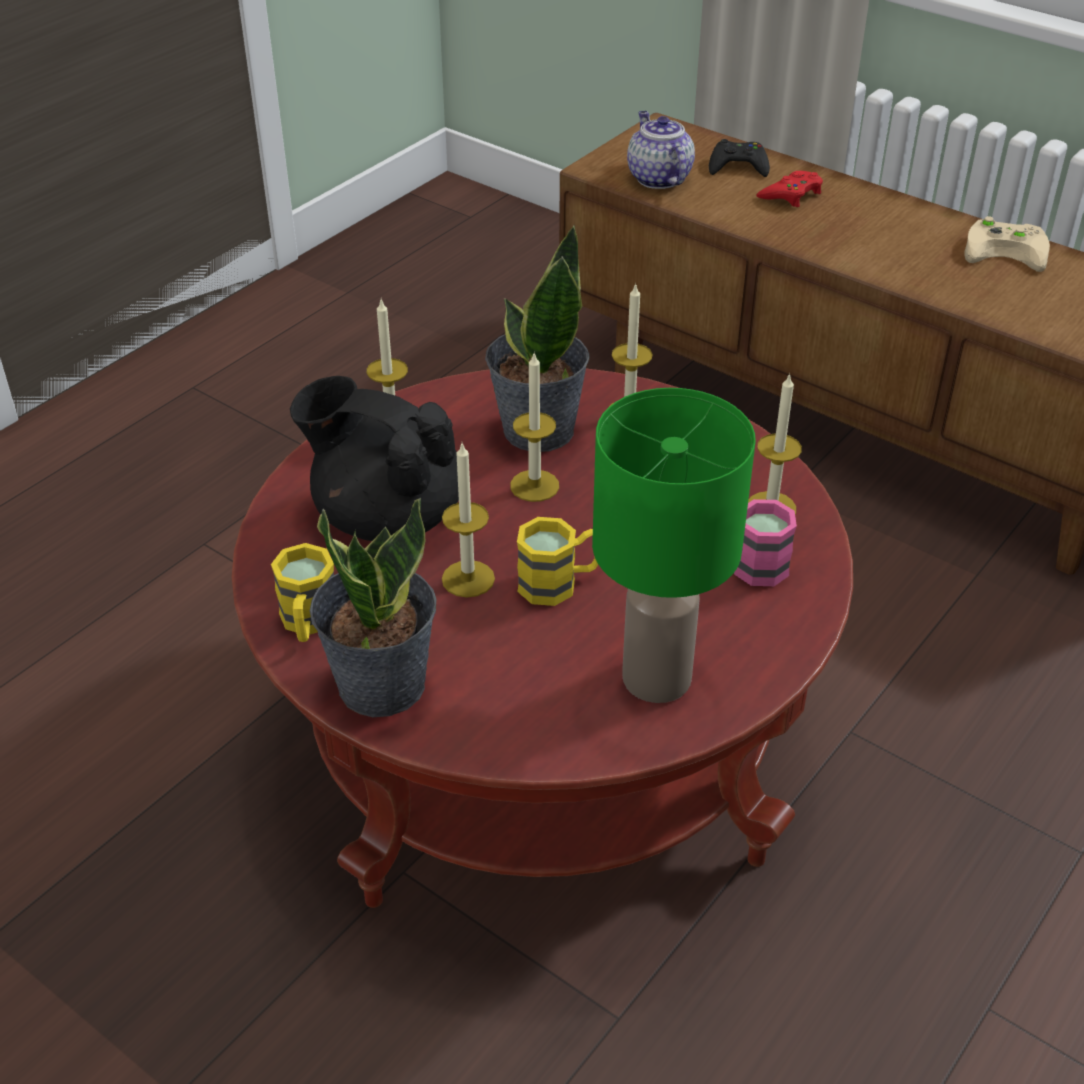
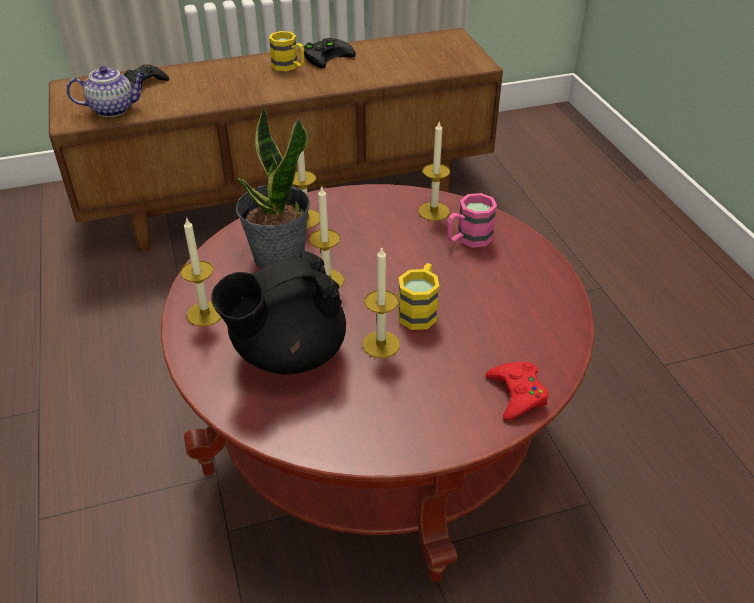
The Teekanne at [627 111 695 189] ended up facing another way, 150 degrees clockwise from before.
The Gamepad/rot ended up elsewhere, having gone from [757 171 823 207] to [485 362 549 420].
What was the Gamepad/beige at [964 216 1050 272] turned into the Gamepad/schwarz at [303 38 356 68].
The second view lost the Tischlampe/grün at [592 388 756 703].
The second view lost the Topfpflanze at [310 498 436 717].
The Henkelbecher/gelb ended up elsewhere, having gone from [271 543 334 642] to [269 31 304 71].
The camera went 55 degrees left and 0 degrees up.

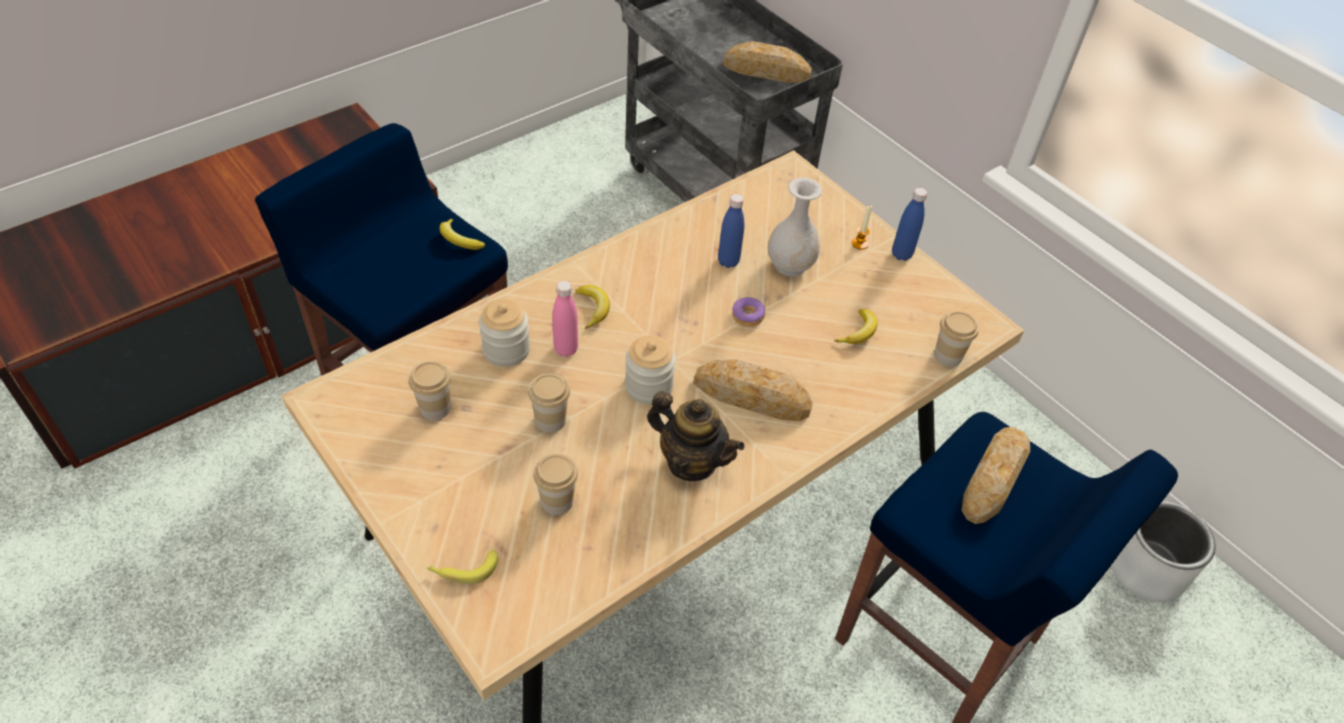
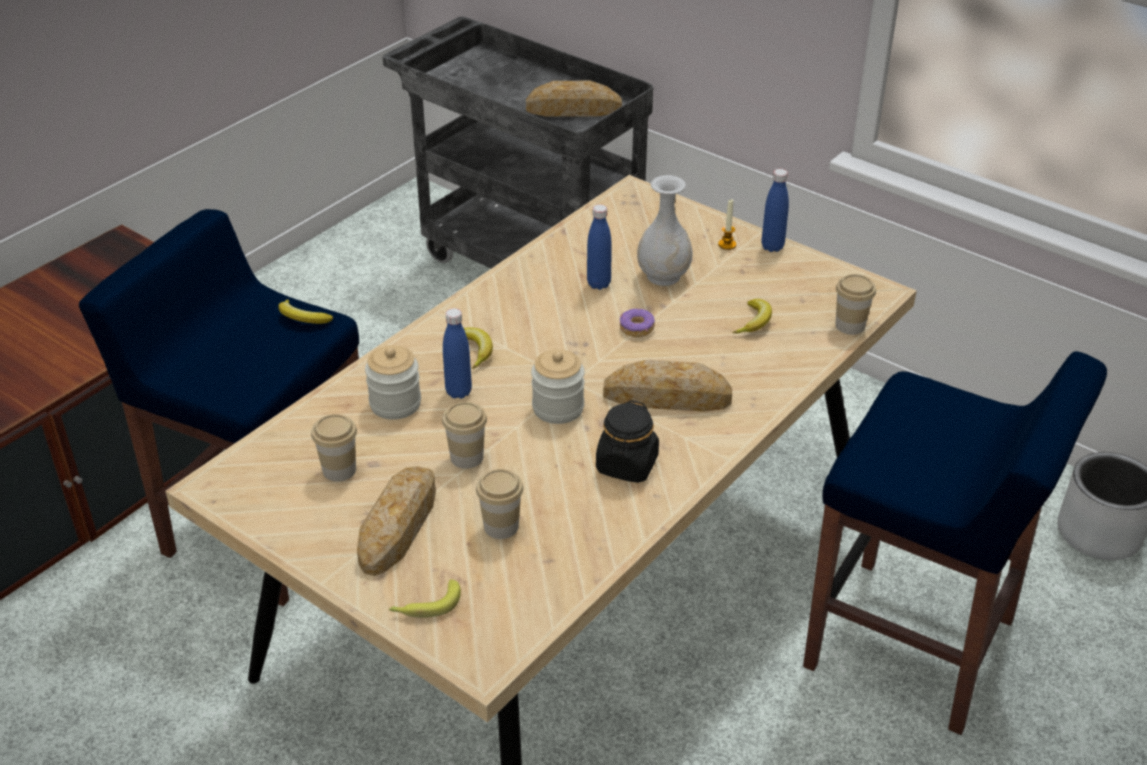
What was the Flasche/rosa at [552 281 578 357] turned into the Flasche/blau at [443 308 472 399].
Where the Teekanne stood at [647 391 744 481], the Vorratsglas/schwarz came to stand at [596 400 659 483].
The Brot ended up elsewhere, having gone from [962 427 1030 524] to [357 466 436 576].
The camera went 10 degrees left and 10 degrees down.

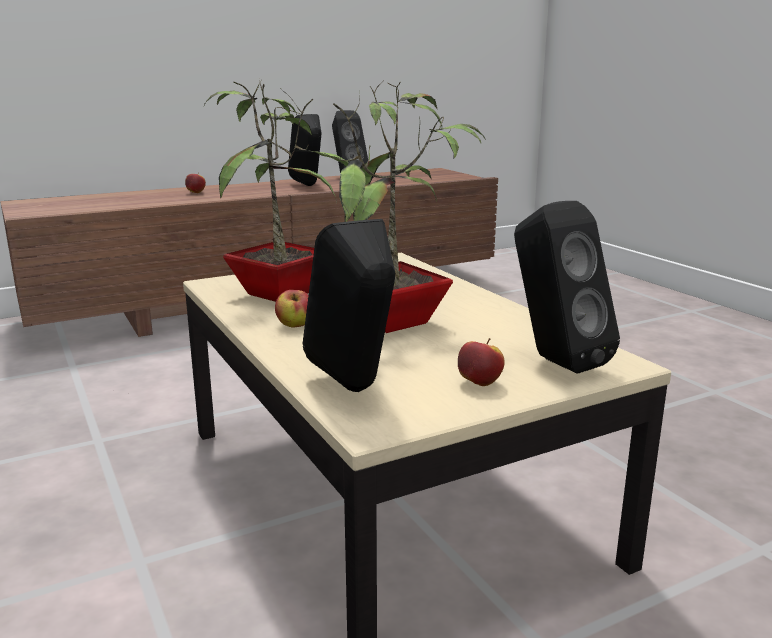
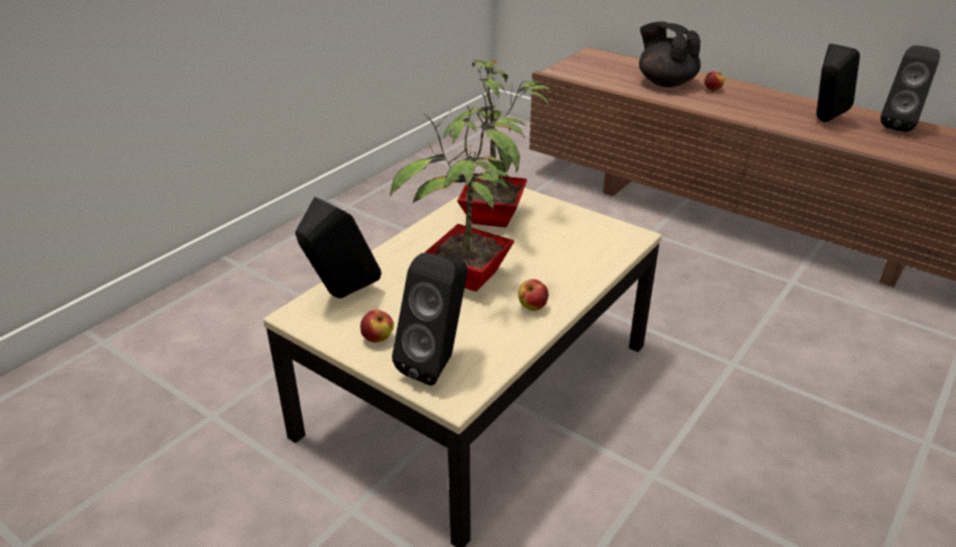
The Apfel ended up elsewhere, having gone from [275 290 308 328] to [518 279 548 311].
The second view gained the Teekanne/schwarz at [639 21 701 87].
The camera went 65 degrees right and 15 degrees up.

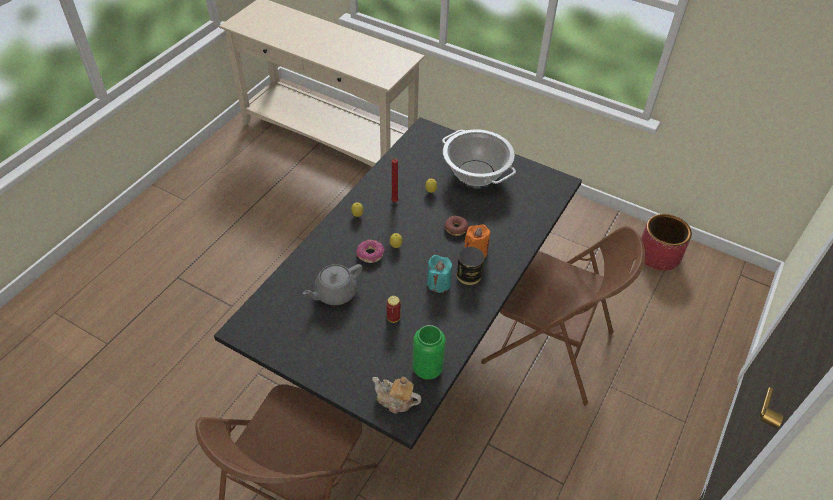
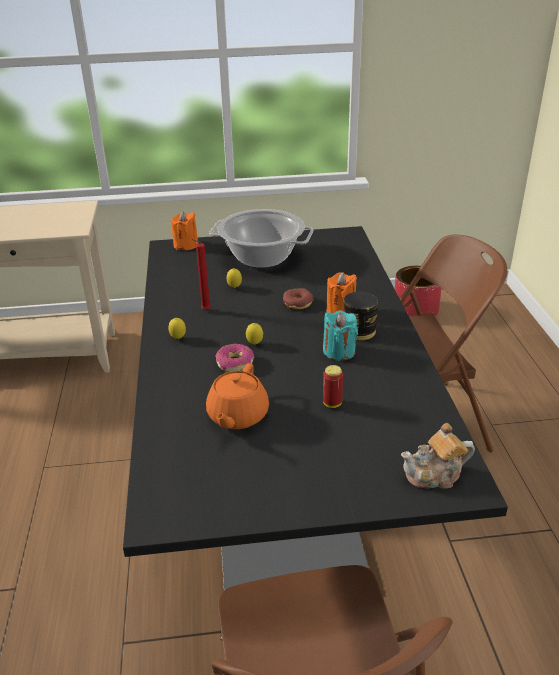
What was the Teekanne/grau at [303 264 362 305] turned into the Teekanne/orange at [206 363 269 429].
The second view lost the Vase/grün at [413 325 446 380].
The second view gained the Kerze/orange at [171 211 198 250].
The camera went 35 degrees left and 15 degrees down.

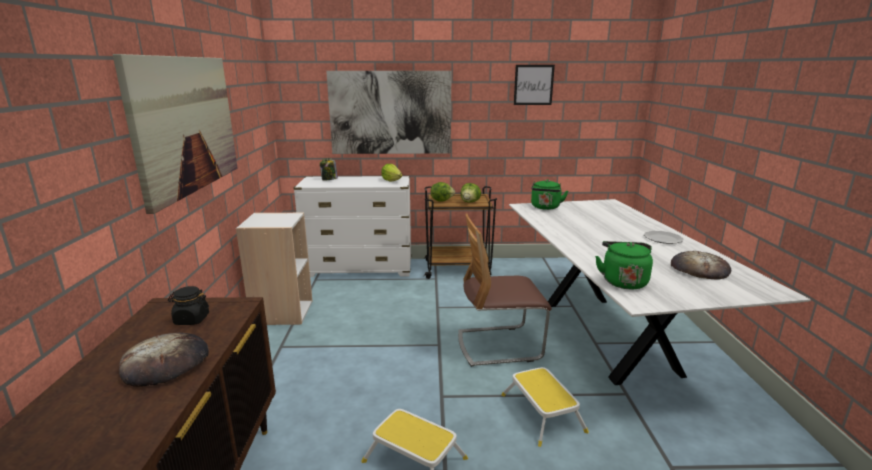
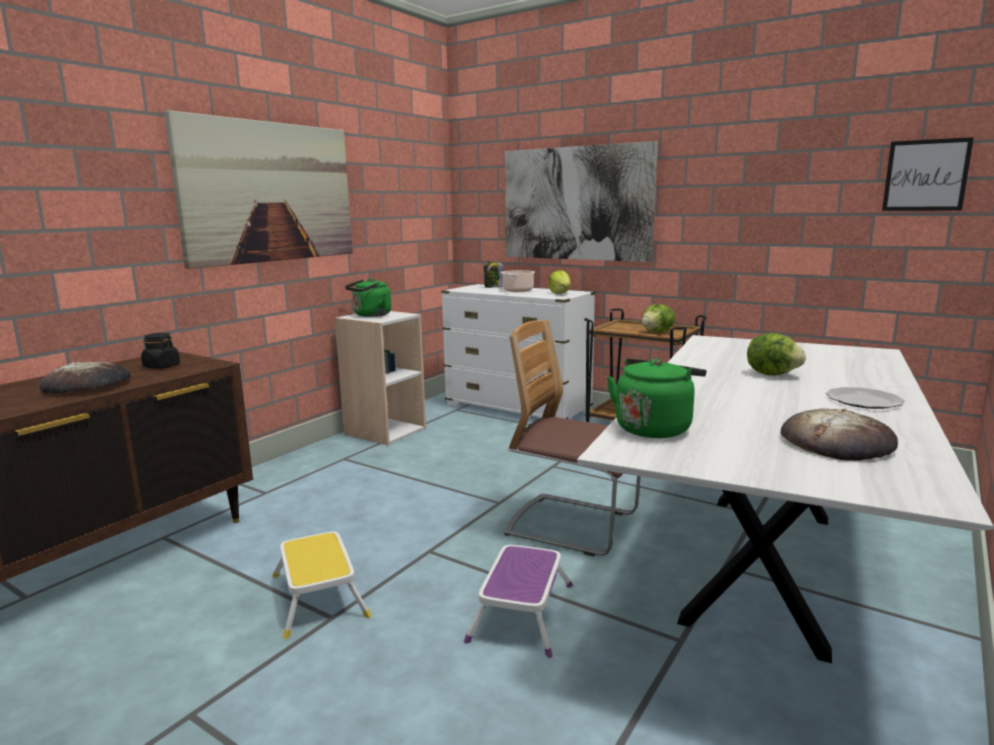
The Bild ended up elsewhere, having gone from [514 65 555 105] to [882 137 974 211].
The Wasserkessel/grün ended up elsewhere, having gone from [531 180 568 210] to [345 278 391 317].
The Salatkopf ended up elsewhere, having gone from [431 182 455 201] to [747 333 806 375].
What was the Trittleiter/gelb at [501 367 589 447] turned into the Trittleiter/lila at [464 545 573 658].
The second view gained the Kochtopf at [501 270 535 292].
The camera went 35 degrees right and 5 degrees down.

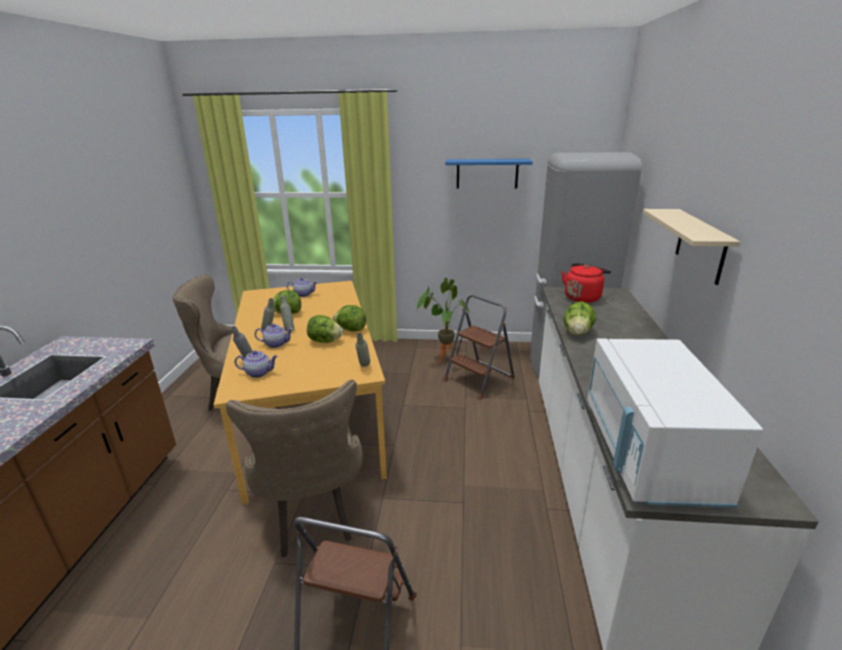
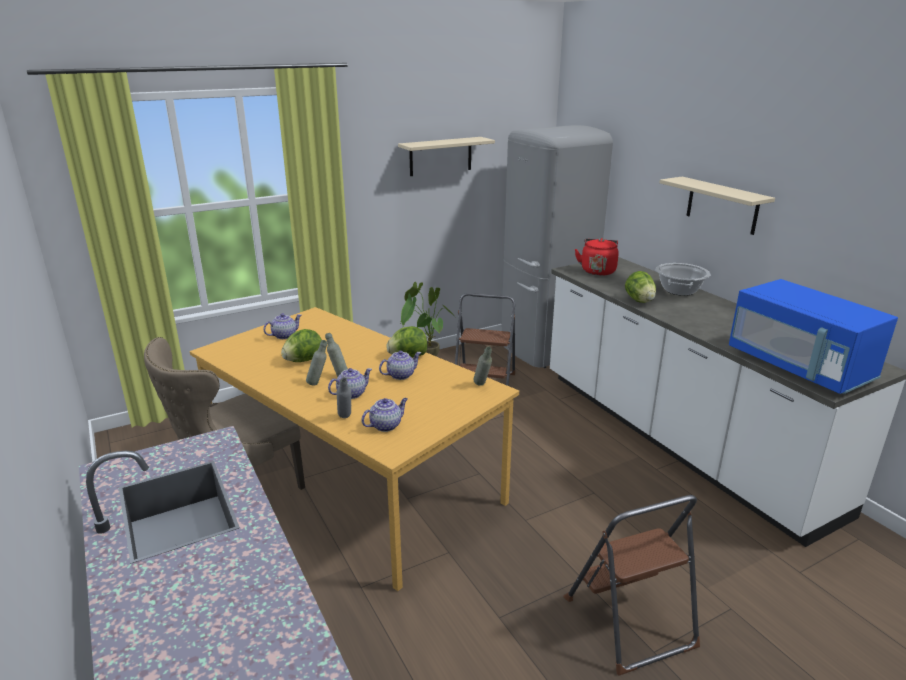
What was the Wandregal/blau at [445 159 533 188] turned into the Wandregal/beige at [398 137 495 176].
Where the Salatkopf stood at [307 315 343 343], the Teekanne came to stand at [379 351 421 380].
What was the Mikrowelle/weiß at [587 338 763 508] turned into the Mikrowelle/blau at [729 279 898 394].
The second view lost the Stuhl/beige at [226 380 363 557].
The second view gained the Kochtopf at [656 263 711 296].
The camera went 35 degrees left and 0 degrees up.

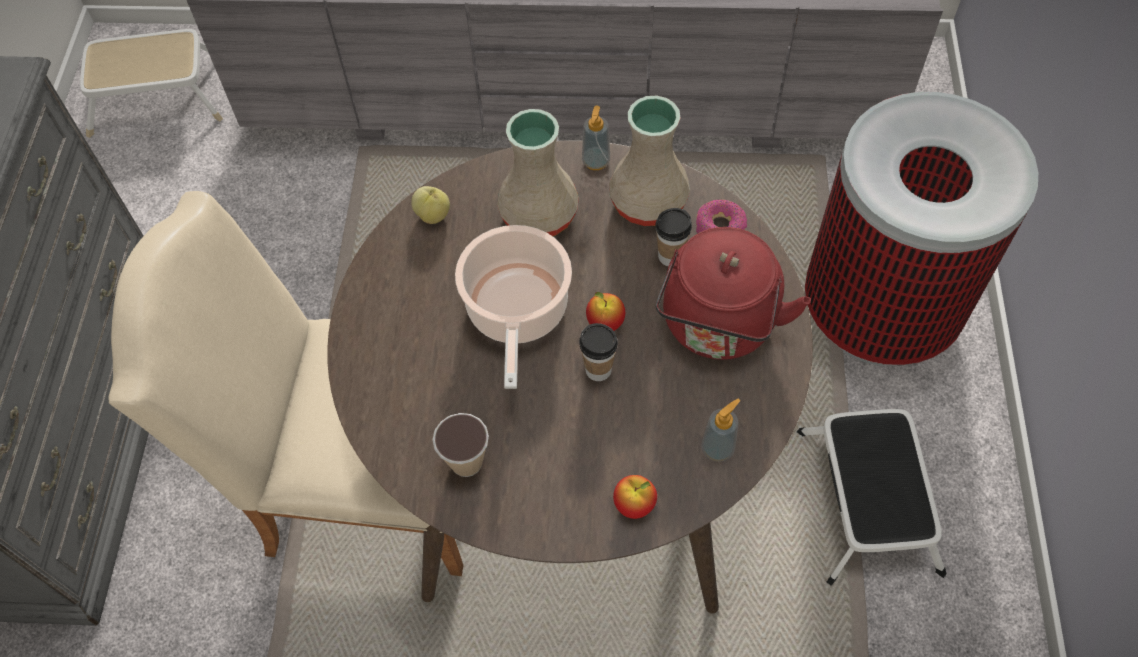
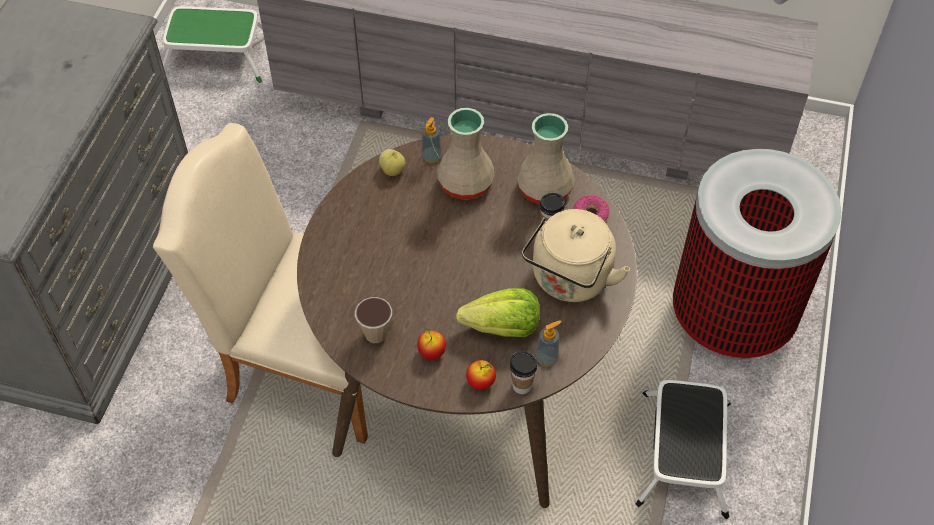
What was the Trittleiter/beige at [80 29 223 138] turned into the Trittleiter/grün at [163 6 263 83].
The Seifenspender ended up elsewhere, having gone from [582 105 610 170] to [421 117 442 164].
The second view lost the Kochtopf at [455 225 572 389].
What was the Wasserkessel/rot at [656 227 811 360] turned into the Wasserkessel/beige at [522 209 630 302].
The Apfel ended up elsewhere, having gone from [586 292 625 331] to [417 329 446 360].
The Tasse ended up elsewhere, having gone from [579 323 618 381] to [510 351 538 394].
The second view gained the Salatkopf at [456 288 540 337].
The camera went 10 degrees right and 5 degrees down.

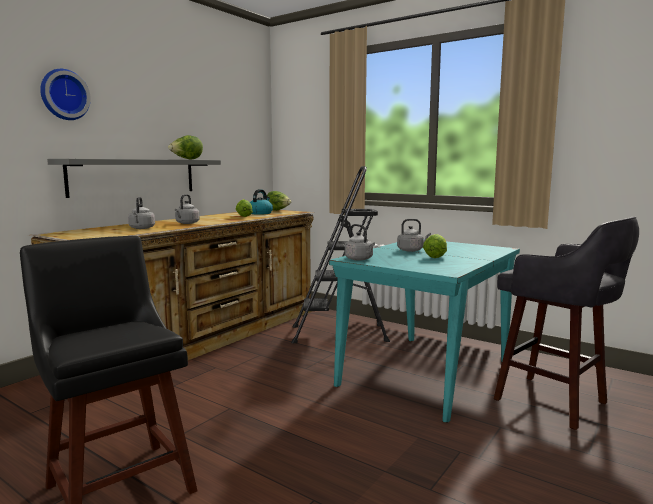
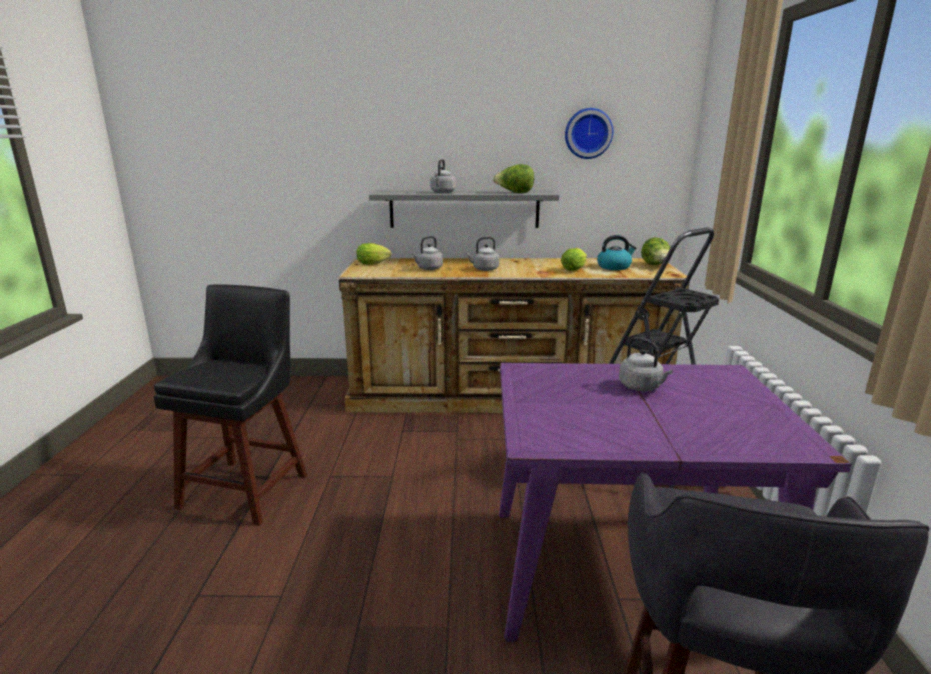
The Wanduhr ended up elsewhere, having gone from [40 69 91 120] to [565 108 613 159].
The Wasserkessel/grau ended up elsewhere, having gone from [345 224 375 261] to [430 159 456 193].
The Salatkopf ended up elsewhere, having gone from [423 234 447 258] to [356 243 392 265].
What was the Esstisch/türkis at [329 242 520 423] turned into the Esstisch/lila at [499 363 852 642].
The camera went 55 degrees right and 10 degrees up.

